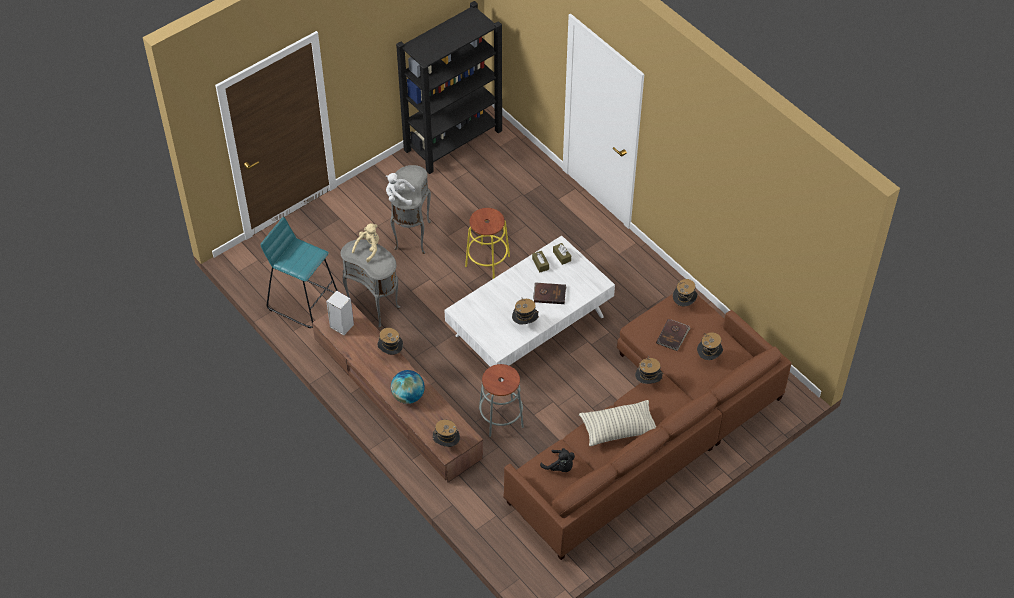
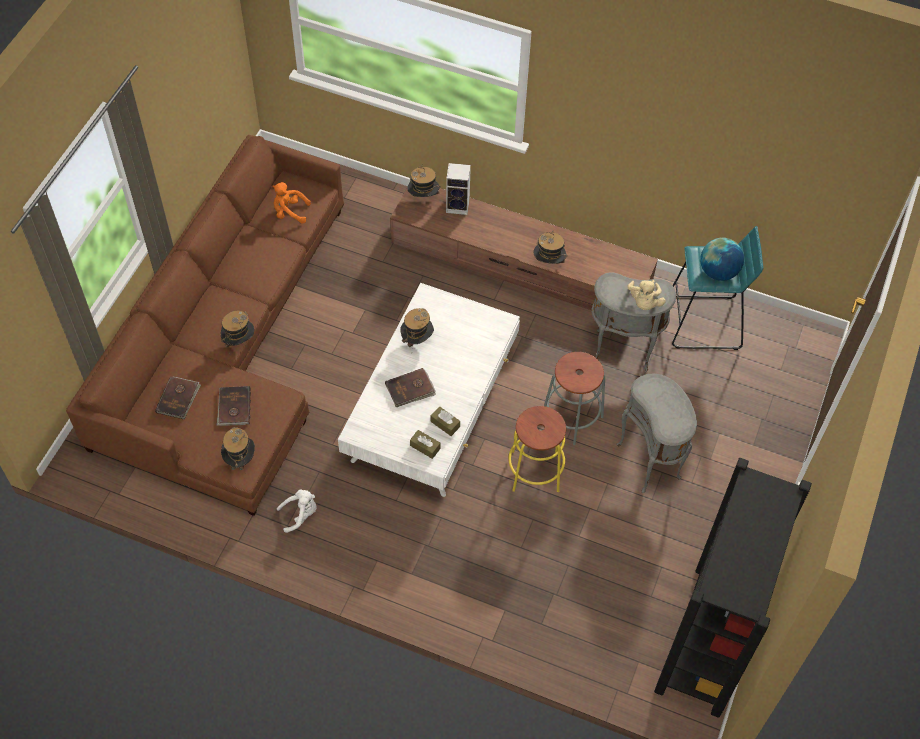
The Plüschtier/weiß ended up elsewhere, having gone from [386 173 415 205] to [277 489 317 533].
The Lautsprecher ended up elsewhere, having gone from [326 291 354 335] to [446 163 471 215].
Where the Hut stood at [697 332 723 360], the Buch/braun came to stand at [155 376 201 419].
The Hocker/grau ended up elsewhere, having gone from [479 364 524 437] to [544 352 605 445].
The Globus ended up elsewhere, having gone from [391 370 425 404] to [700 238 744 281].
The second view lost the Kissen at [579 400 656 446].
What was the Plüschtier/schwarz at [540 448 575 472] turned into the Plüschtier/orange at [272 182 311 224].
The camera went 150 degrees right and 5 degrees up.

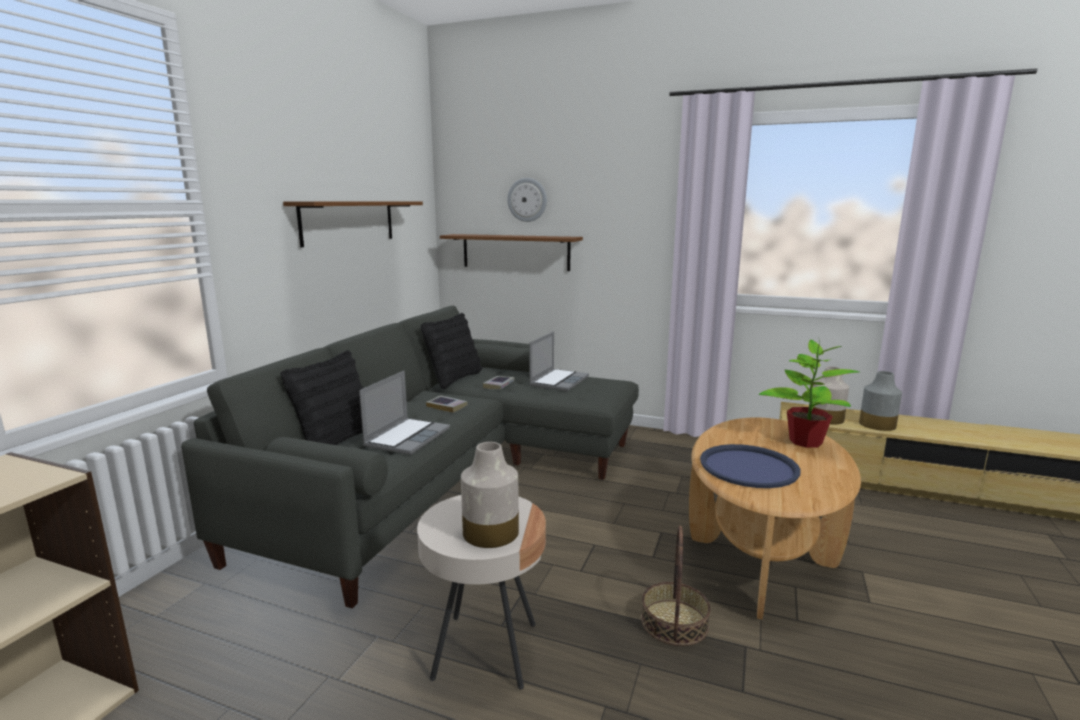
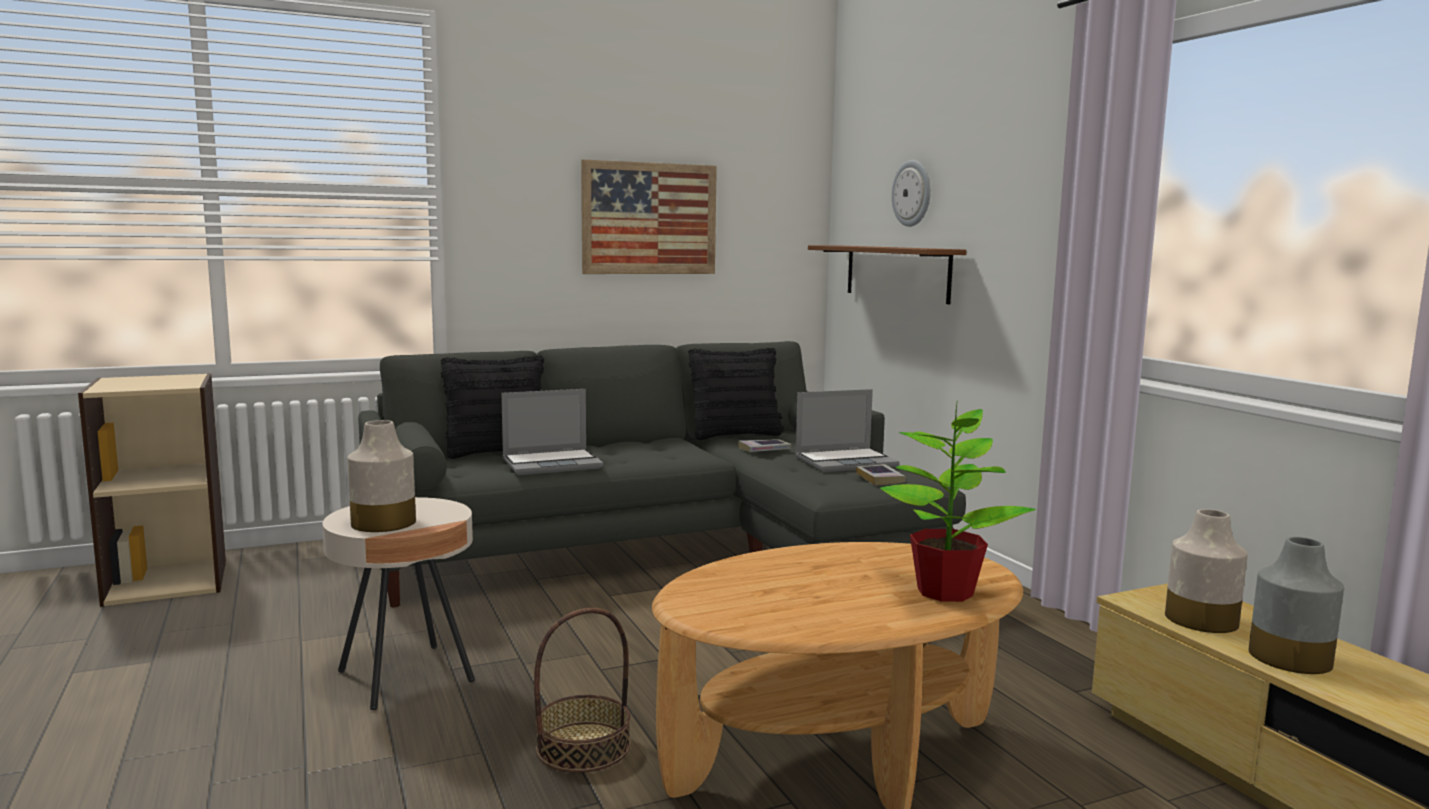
Where the Wandregal/braun hung at [283 201 423 247], the Bild came to hang at [581 160 717 274].
The Buch ended up elsewhere, having gone from [426 395 468 413] to [856 464 906 486].
The second view lost the Tablett/blau at [700 444 801 488].
The camera went 45 degrees right and 5 degrees down.

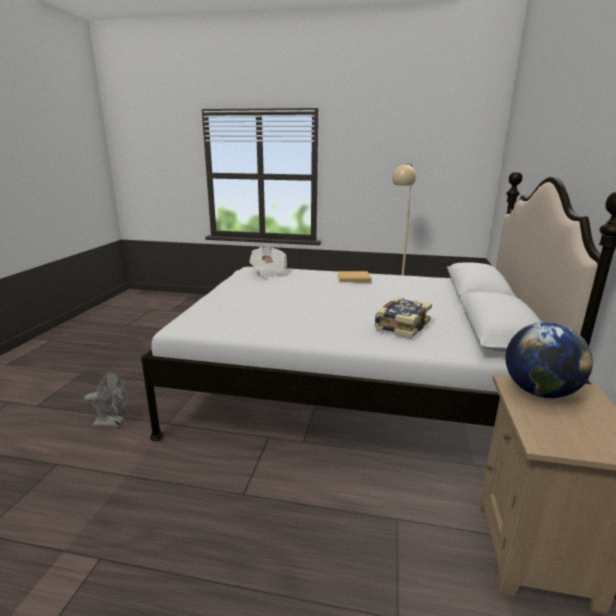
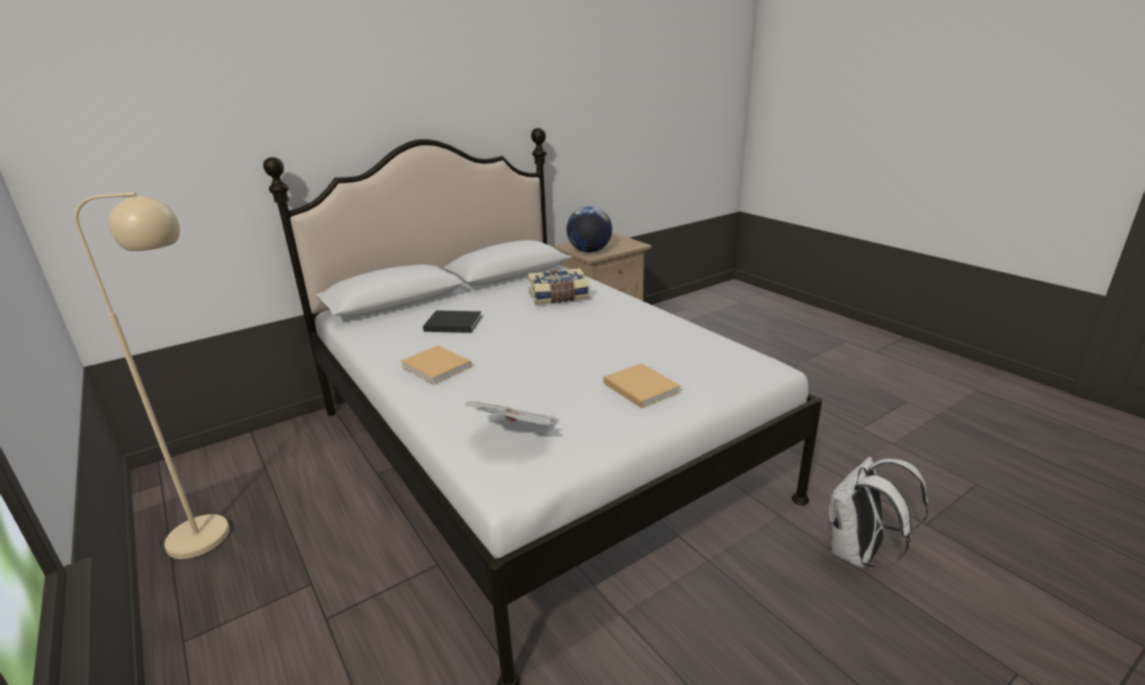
Where the Ventilator/grau stood at [84 372 128 427], the Rucksack/weiß came to stand at [829 457 928 568].
The second view gained the Buch/schwarz at [423 310 482 333].
The second view gained the Buch/beige at [603 363 681 408].
The camera went 135 degrees left and 5 degrees up.

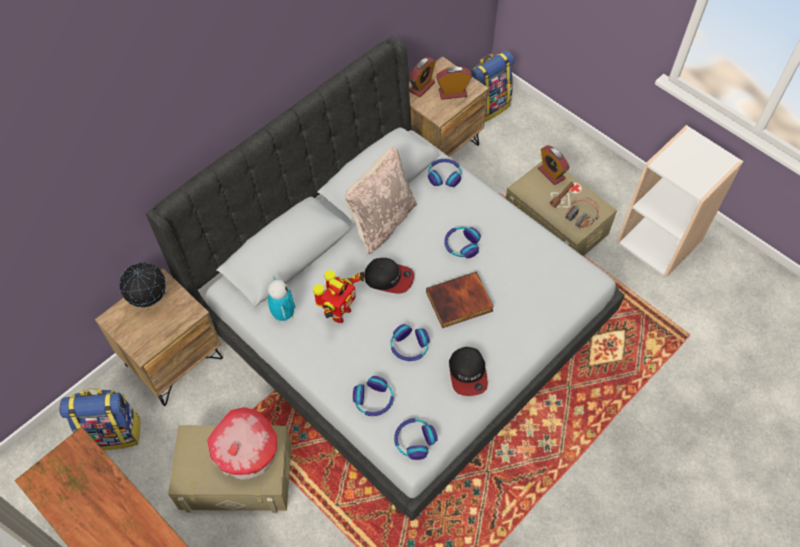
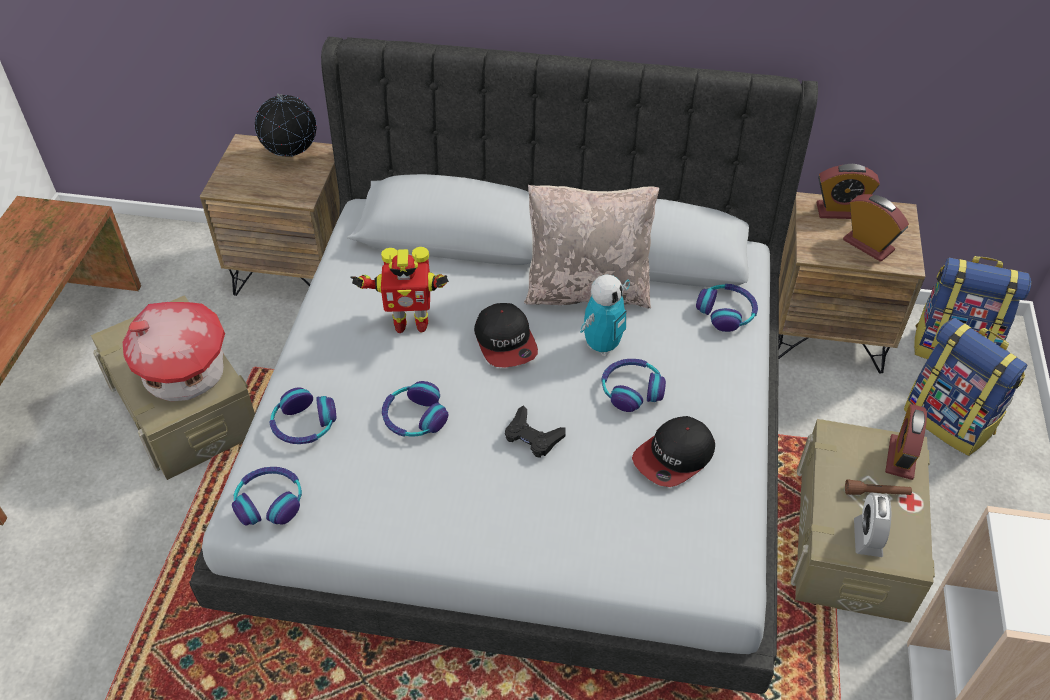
Where the Kopfhörer stood at [565 198 599 229], the Wecker came to stand at [854 492 891 557].
Where the Buch stood at [426 272 494 328], the Gamepad/schwarz came to stand at [505 405 566 458].
The Spielzeugroboter ended up elsewhere, having gone from [268 274 295 322] to [580 274 630 356].
The Kappe ended up elsewhere, having gone from [449 347 488 396] to [632 416 715 487].
The Rucksack ended up elsewhere, having gone from [59 388 141 450] to [904 318 1027 456].
The camera went 55 degrees right and 10 degrees down.

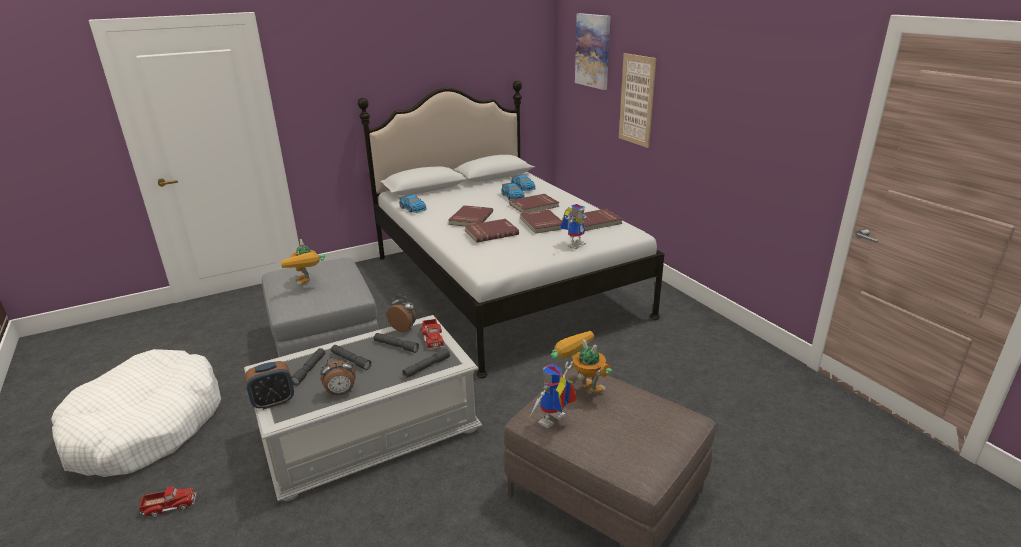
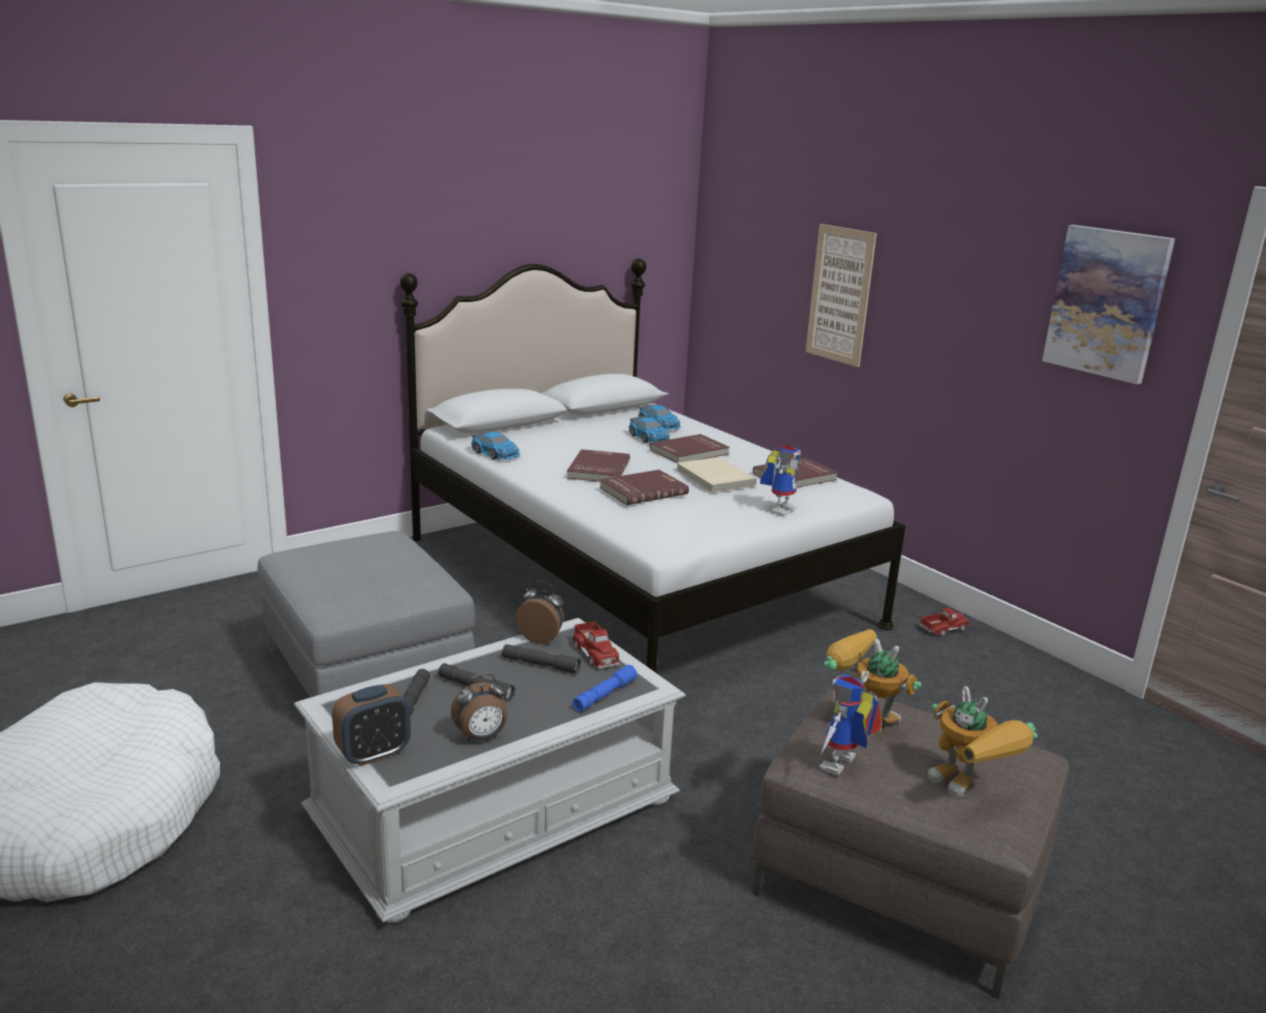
The Bild ended up elsewhere, having gone from [575 13 611 90] to [1042 225 1175 384].
What was the Buch/rot at [520 209 562 234] turned into the Buch/beige at [676 457 757 493].
The Spielzeugroboter ended up elsewhere, having gone from [281 239 325 287] to [928 686 1038 797].
What was the Taschenlampe/grau at [403 348 450 378] turned into the Taschenlampe/blau at [573 665 637 712].
The Spielzeuglaster ended up elsewhere, having gone from [139 487 197 517] to [919 608 969 636].
The camera went 10 degrees left and 5 degrees down.

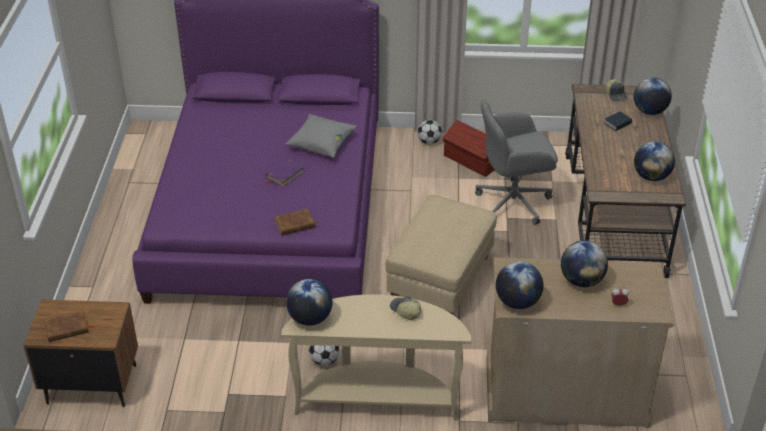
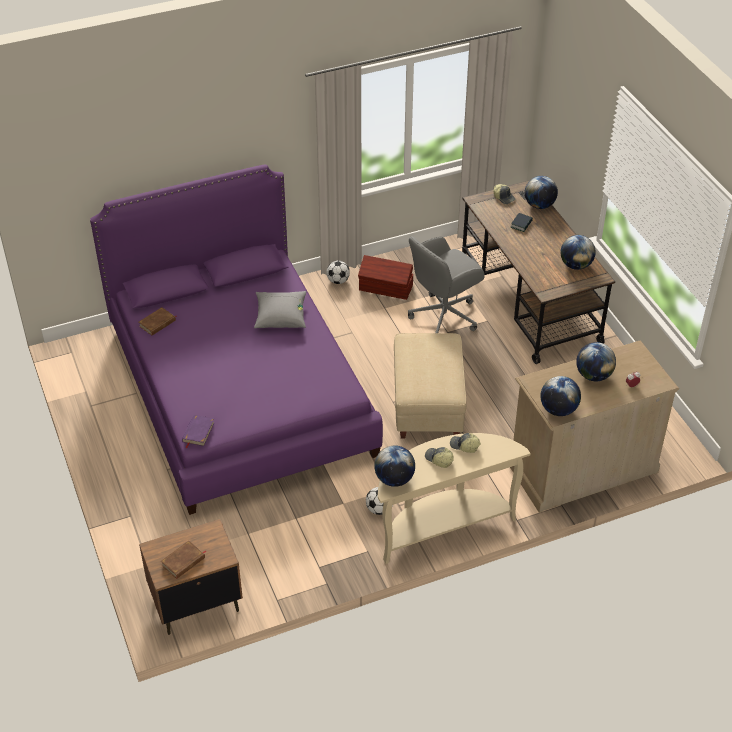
The Buch/lila ended up elsewhere, having gone from [266 158 305 187] to [182 415 215 448].
The Buch/braun ended up elsewhere, having gone from [274 209 319 236] to [139 307 177 335].
The second view gained the Kappe at [425 447 454 468].
The camera went 25 degrees left and 5 degrees up.

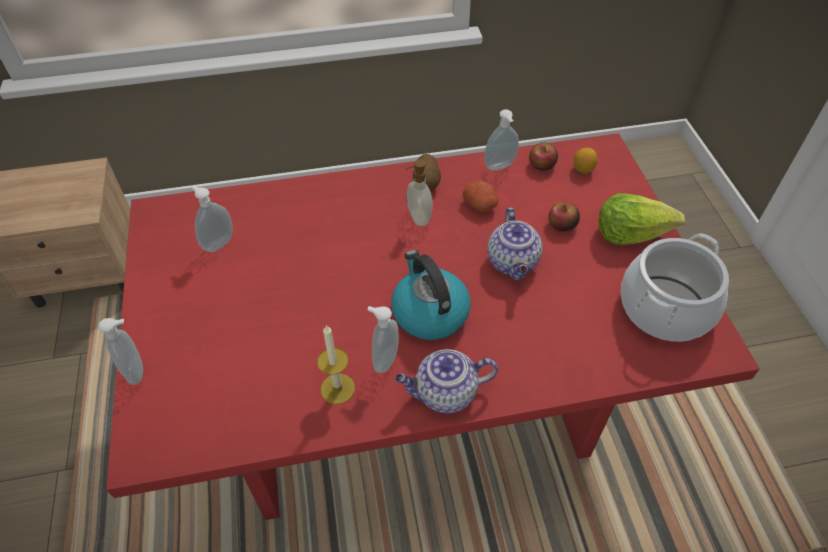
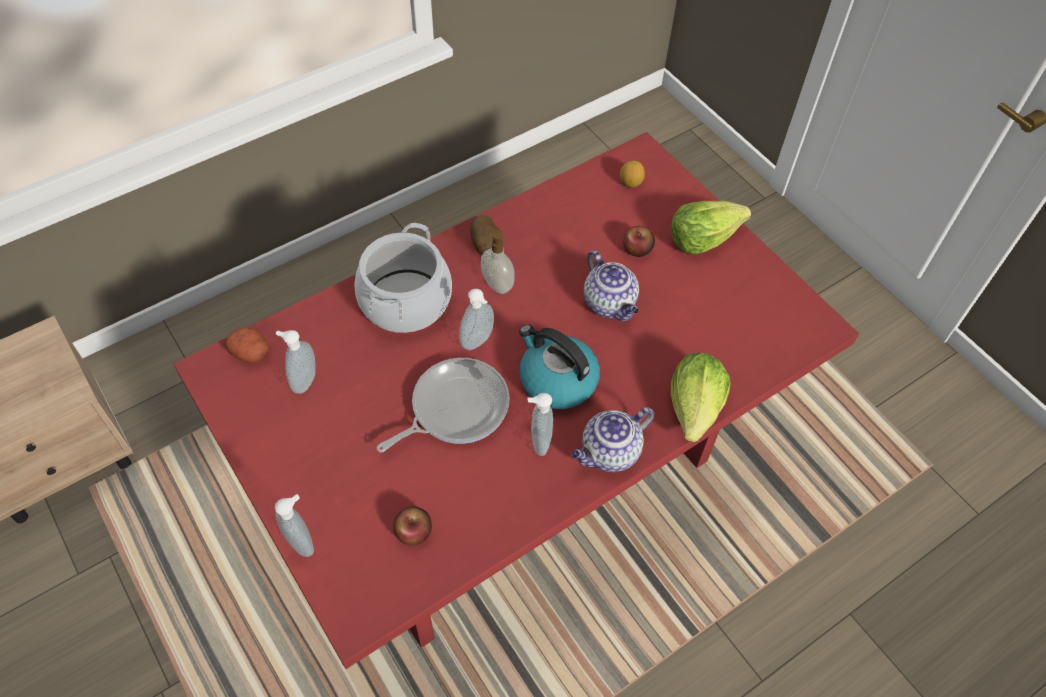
The Seifenspender ended up elsewhere, having gone from [484 109 519 171] to [459 289 494 350].
The Apfel ended up elsewhere, having gone from [529 143 558 170] to [393 506 432 545].
The Kartoffel ended up elsewhere, having gone from [463 180 499 212] to [225 327 269 363].
The Kochtopf ended up elsewhere, having gone from [621 233 729 342] to [354 223 452 333].
The second view lost the Kerze at [317 325 355 404].
The second view gained the Salatkopf at [671 353 731 442].
The second view gained the Pfanne at [377 358 509 453].
The camera went 25 degrees left and 5 degrees up.

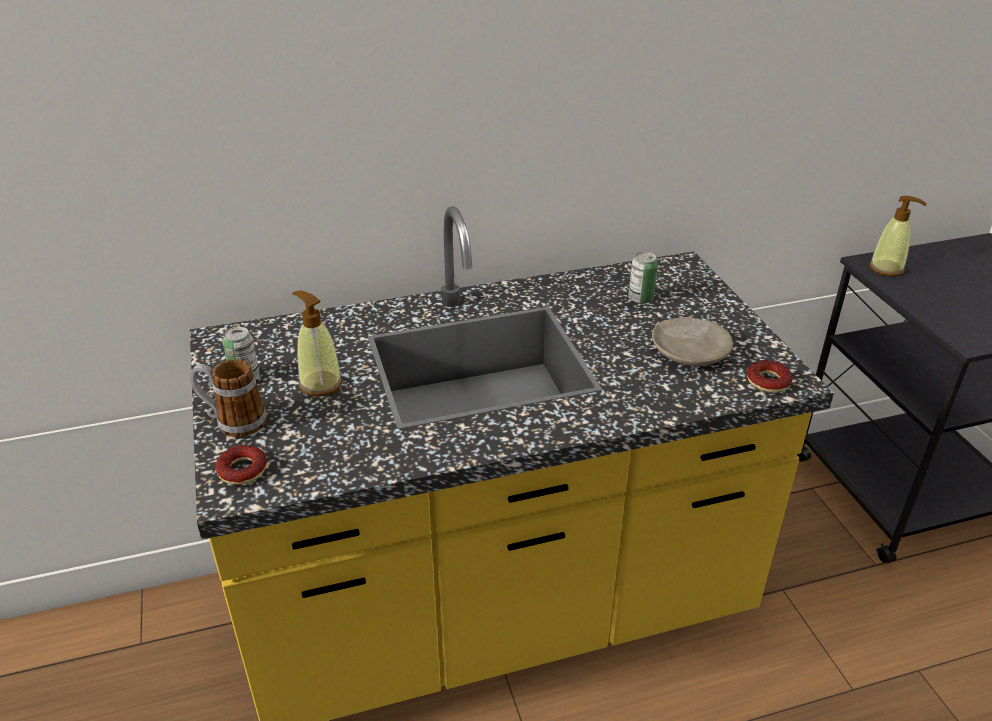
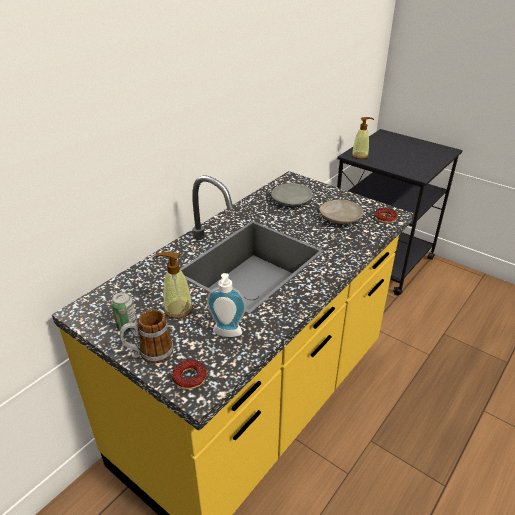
Where the Dose stood at [629 252 658 304], the Teller/grau came to stand at [271 183 313 206].
The second view gained the Seifenspender at [207 273 246 337].
The camera went 35 degrees left and 0 degrees up.

